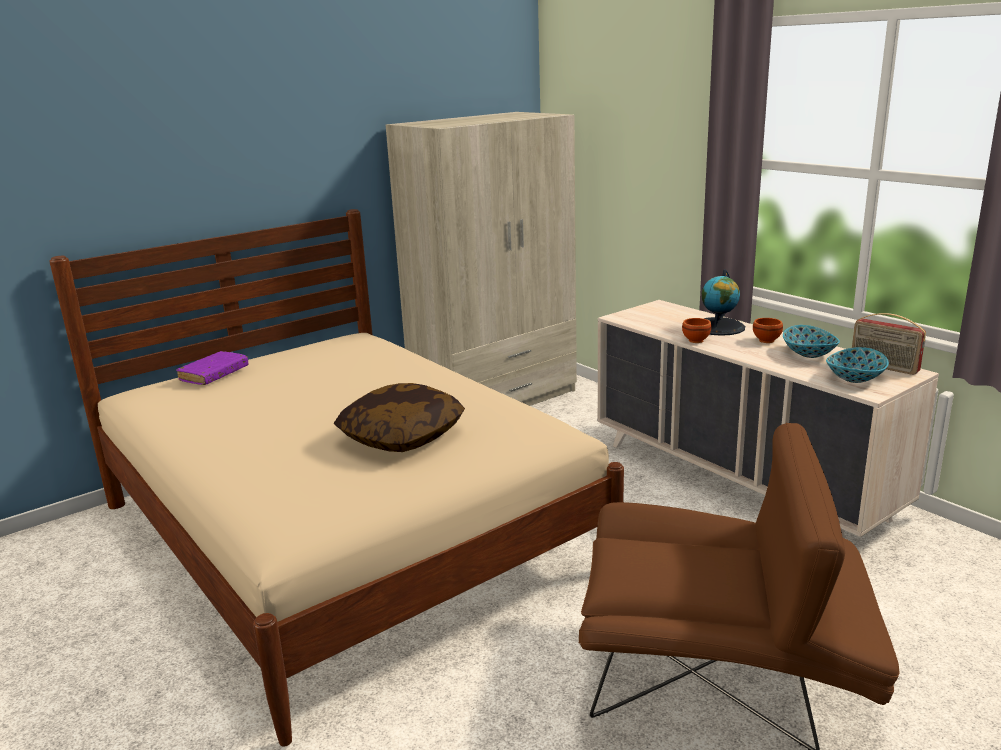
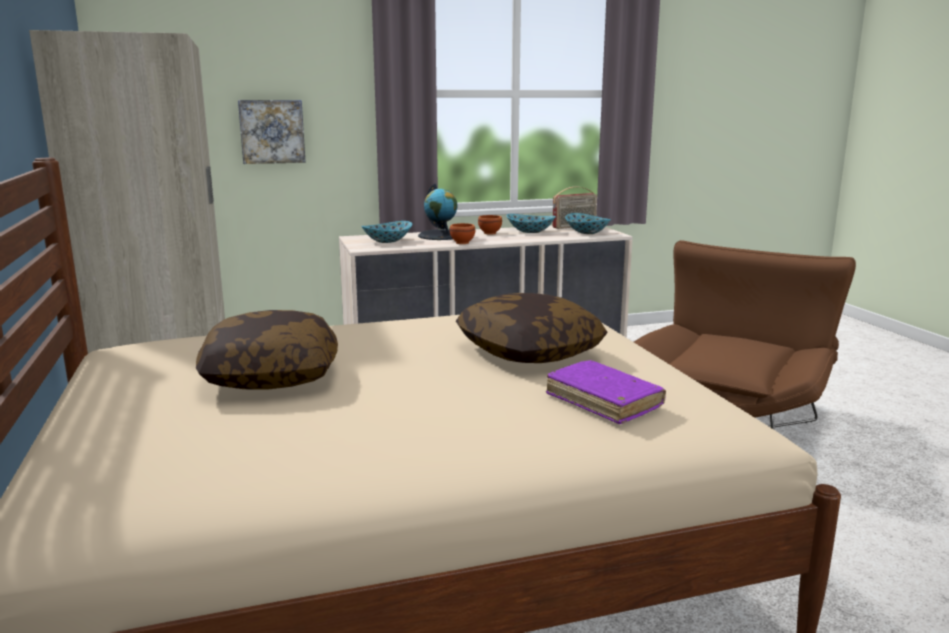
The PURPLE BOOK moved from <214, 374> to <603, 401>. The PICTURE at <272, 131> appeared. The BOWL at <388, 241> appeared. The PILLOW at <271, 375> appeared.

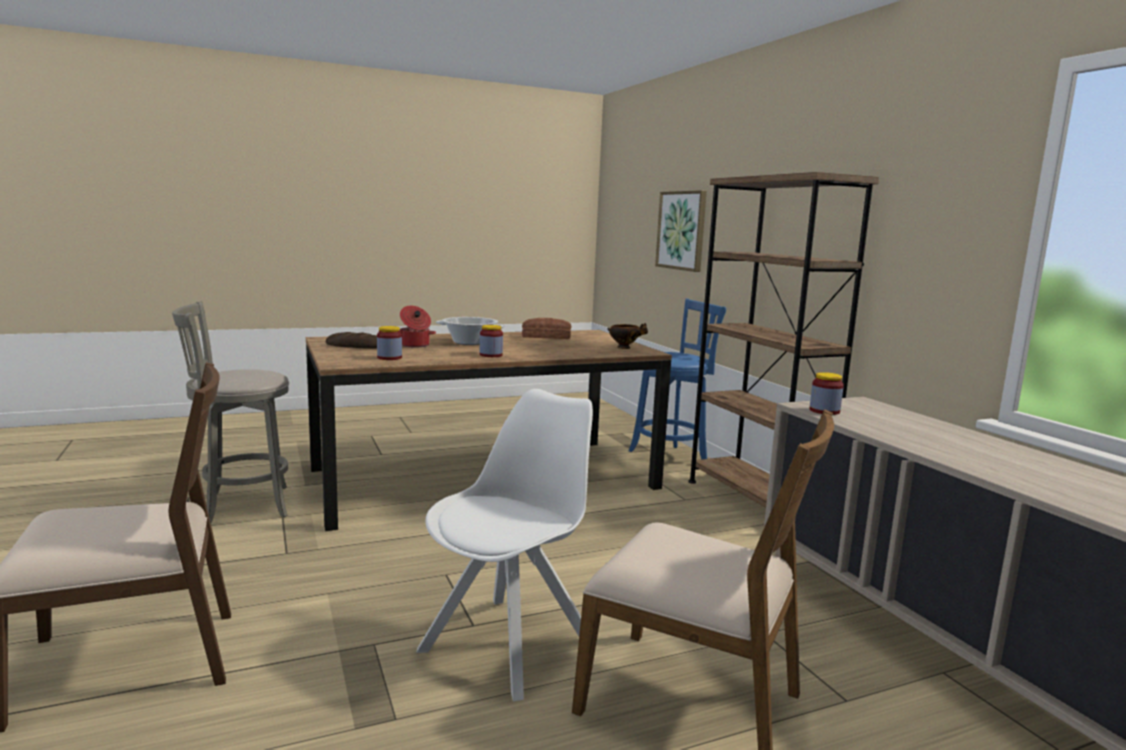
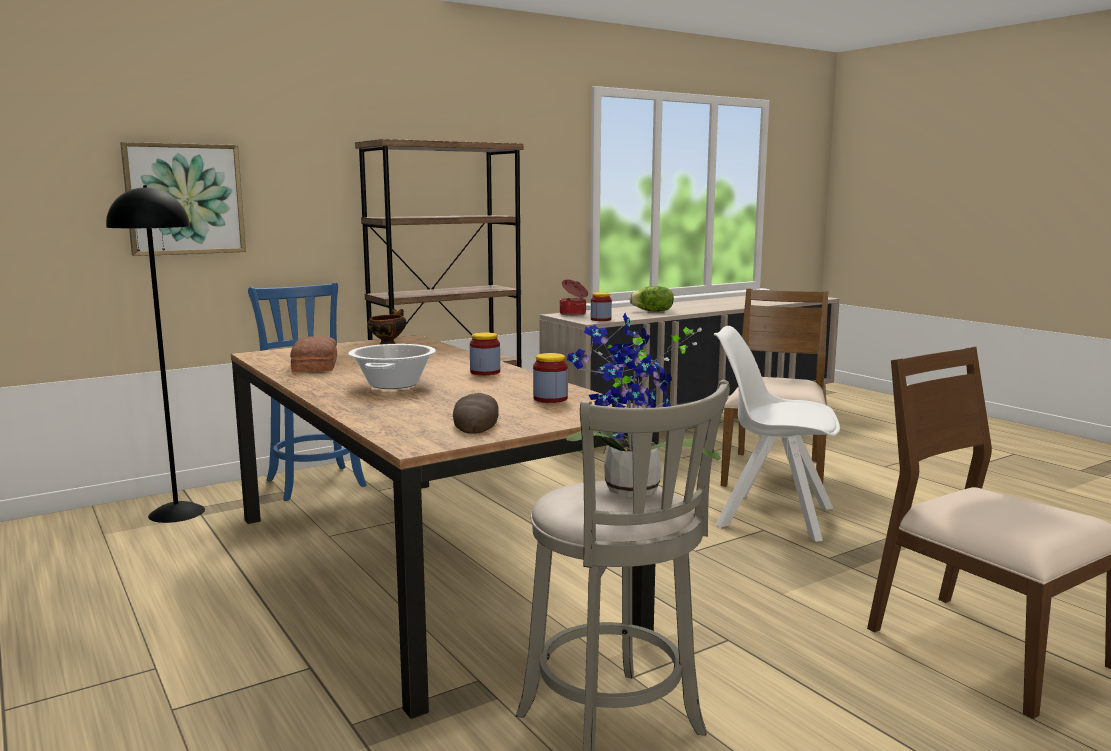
The COOKING POT moved from <415, 345> to <573, 314>. The BLACK FLOOR LAMP at <177, 512> appeared. The LETTUCE at <652, 311> appeared. The POTTED PLANT at <629, 492> appeared.

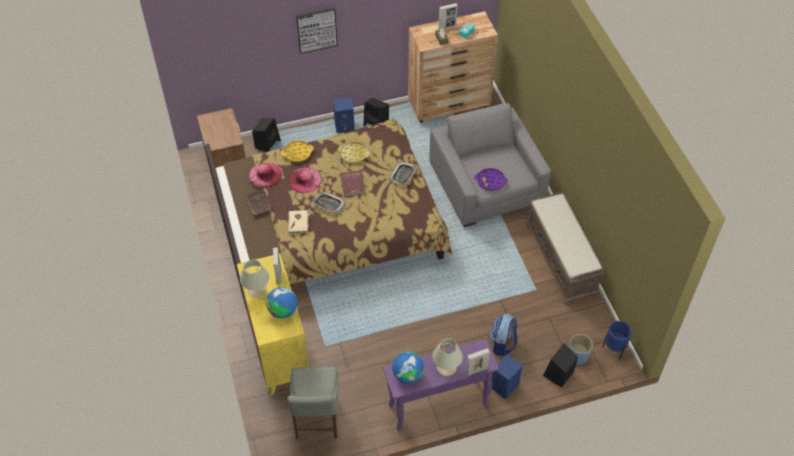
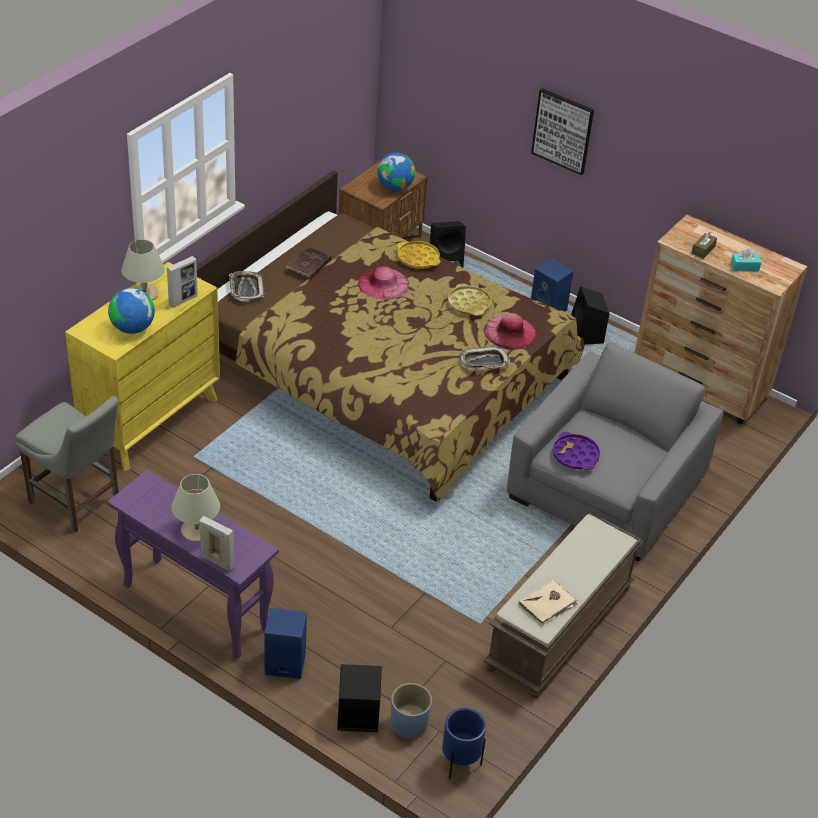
The PICTURE FRAME at <447, 27> disappeared. The PINK HAT moved from <265, 175> to <510, 332>. The RED BOOK at <353, 184> disappeared. The TRAY moved from <328, 204> to <246, 289>. The BEIGE BOOK moved from <298, 222> to <548, 604>. The BACKPACK at <502, 344> disappeared. The GLOBE moved from <407, 375> to <395, 187>. The GREY CHAIR at <316, 421> turned 105 degrees counterclockwise.

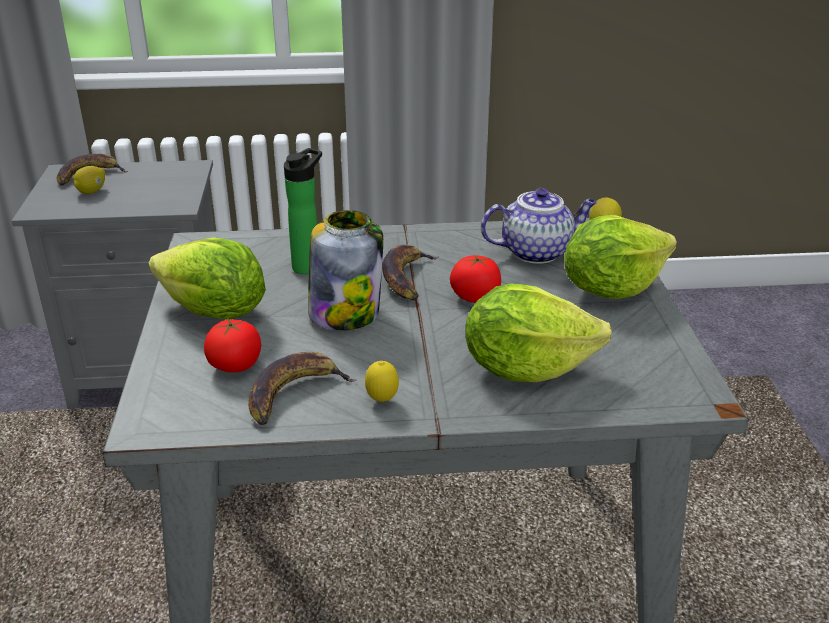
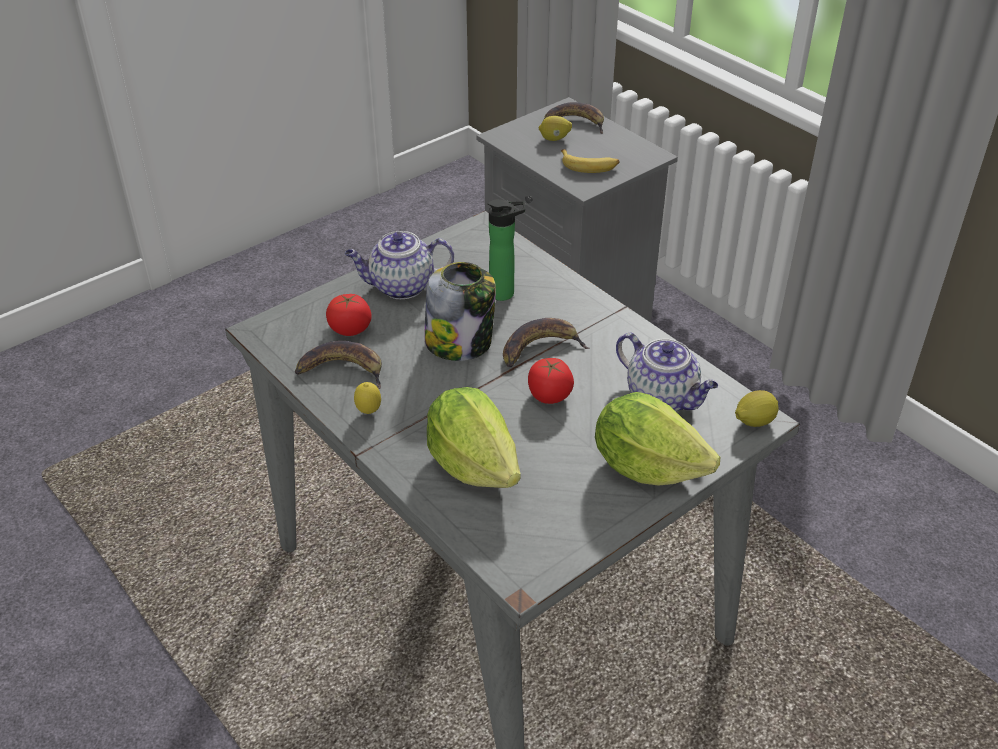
The LETTUCE at <214, 313> was replaced by the TEAPOT at <400, 287>. The BANANA at <589, 166> appeared.

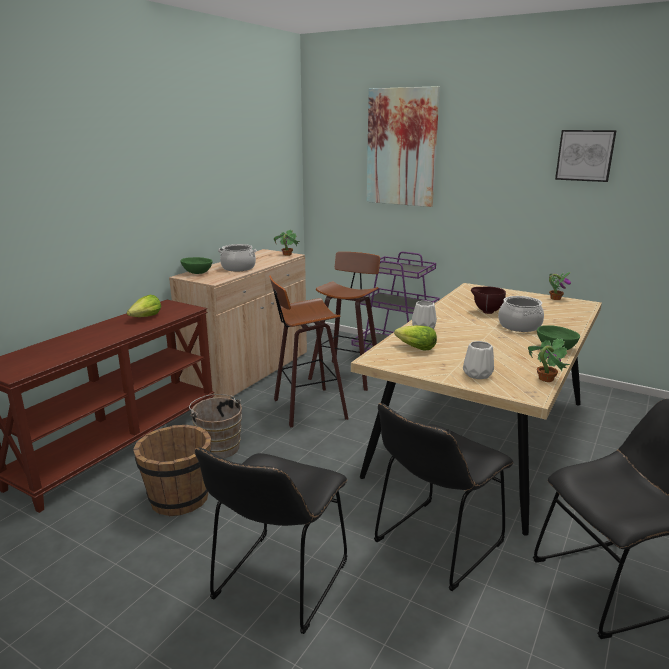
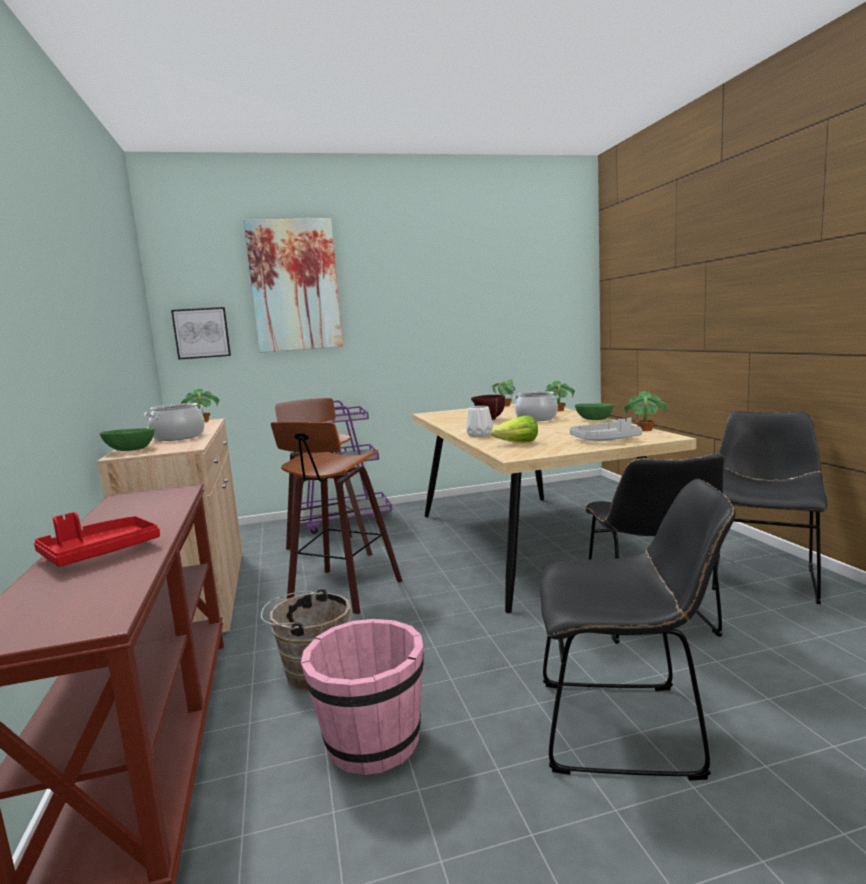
The PICTURE moved from <585, 155> to <201, 333>. The LETTUCE at <146, 317> disappeared. The WHITE VASE at <476, 374> was replaced by the GREY TRAY at <605, 440>. The BROWN BUCKET at <179, 498> became the PINK BUCKET at <371, 742>. The BLACK CHAIR at <278, 585> turned 60 degrees counterclockwise. The POTTED PLANT at <558, 410> appeared. The RED TRAY at <99, 553> appeared.

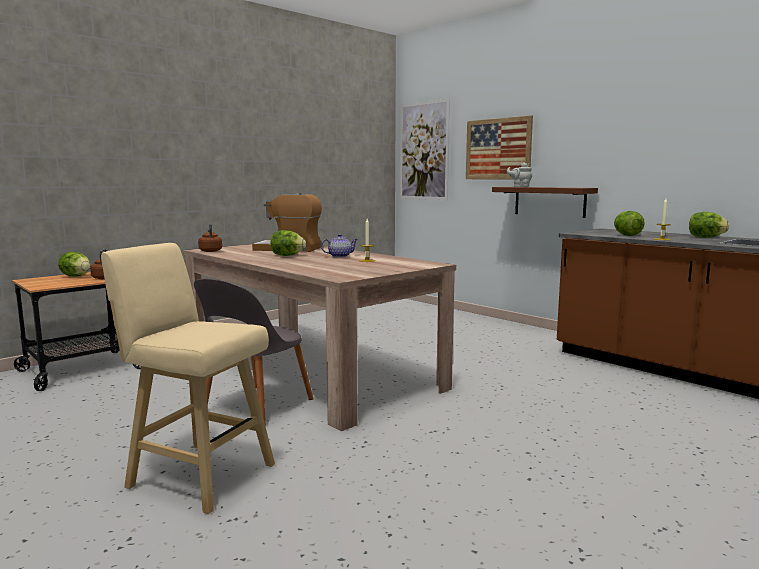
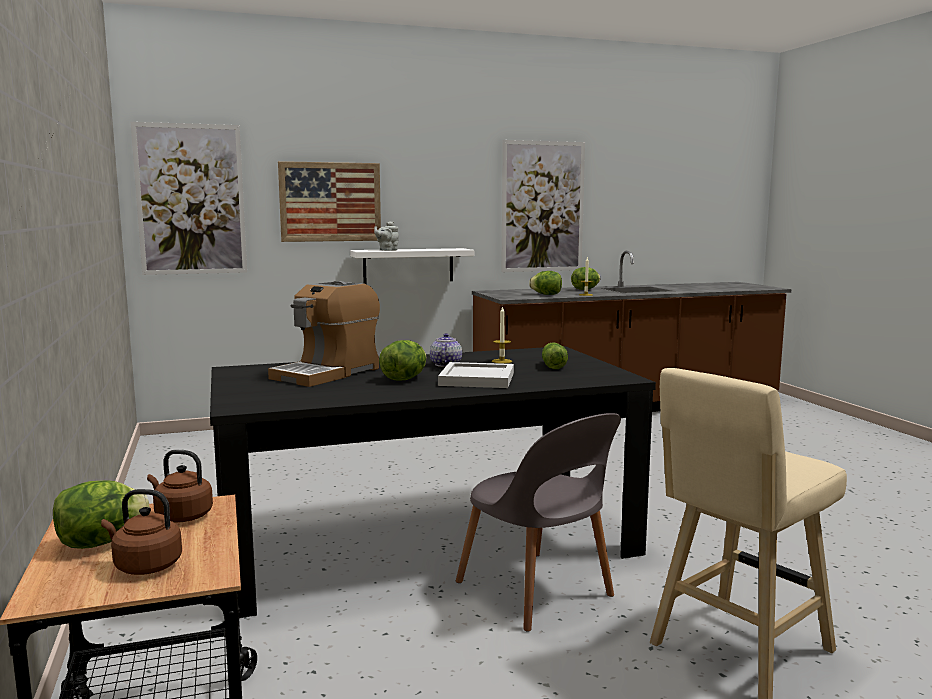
The BROWN SHELF at <549, 201> became the WHITE SHELF at <408, 265>. The BROWN KETTLE moved from <210, 251> to <145, 566>. The BEIGE DINING TABLE at <309, 370> became the BLACK DINING TABLE at <425, 540>. The PICTURE at <542, 207> appeared. The LETTUCE at <553, 366> appeared. The WHITE TRAY at <476, 379> appeared.

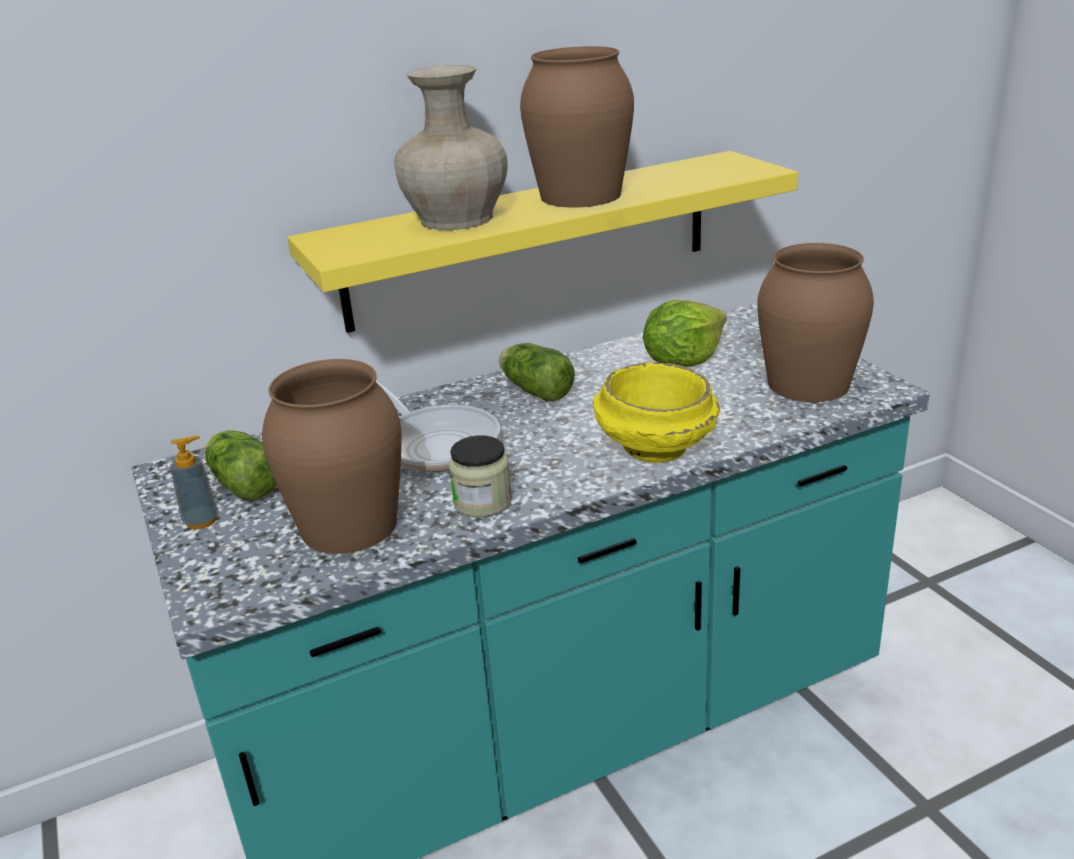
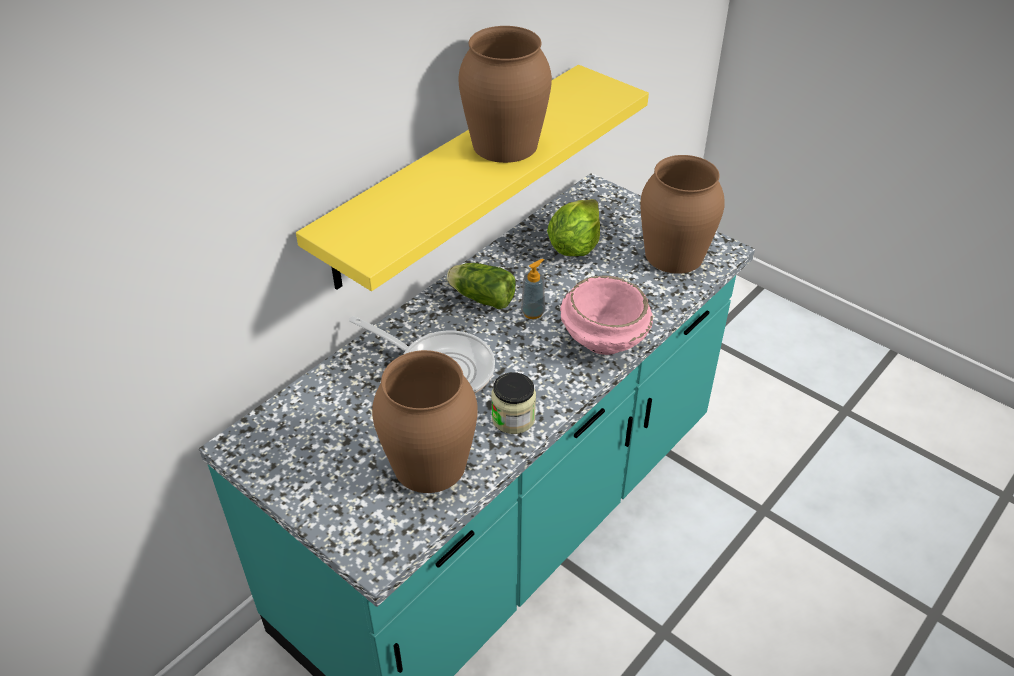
The BEIGE VASE at <455, 219> disappeared. The YELLOW BOWL at <655, 447> became the PINK BOWL at <603, 338>. The LETTUCE at <243, 483> disappeared. The SOAP DISPENSER moved from <201, 521> to <533, 312>.

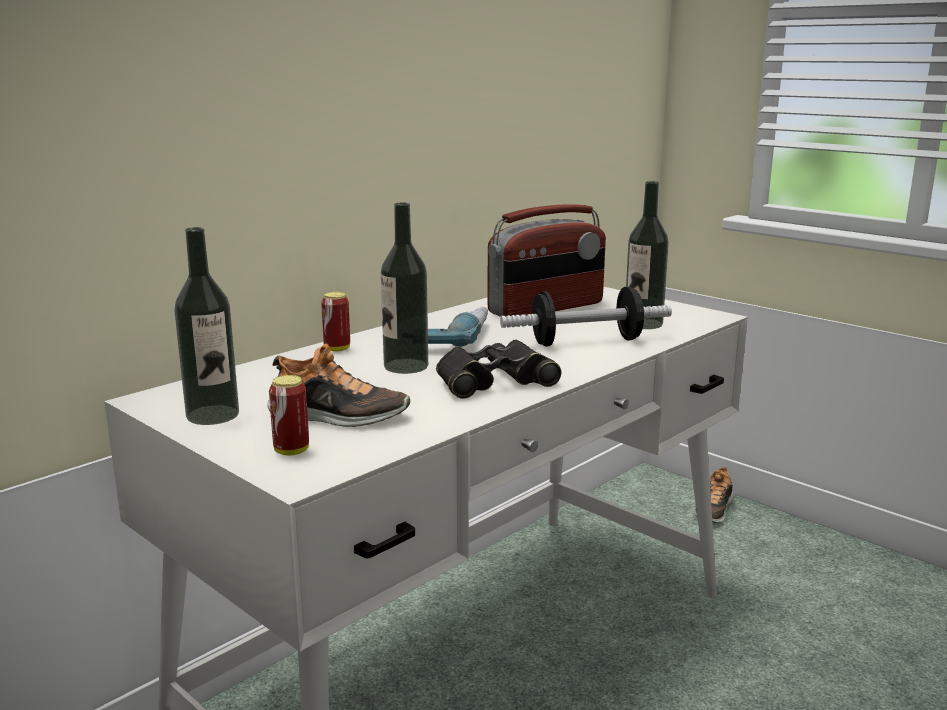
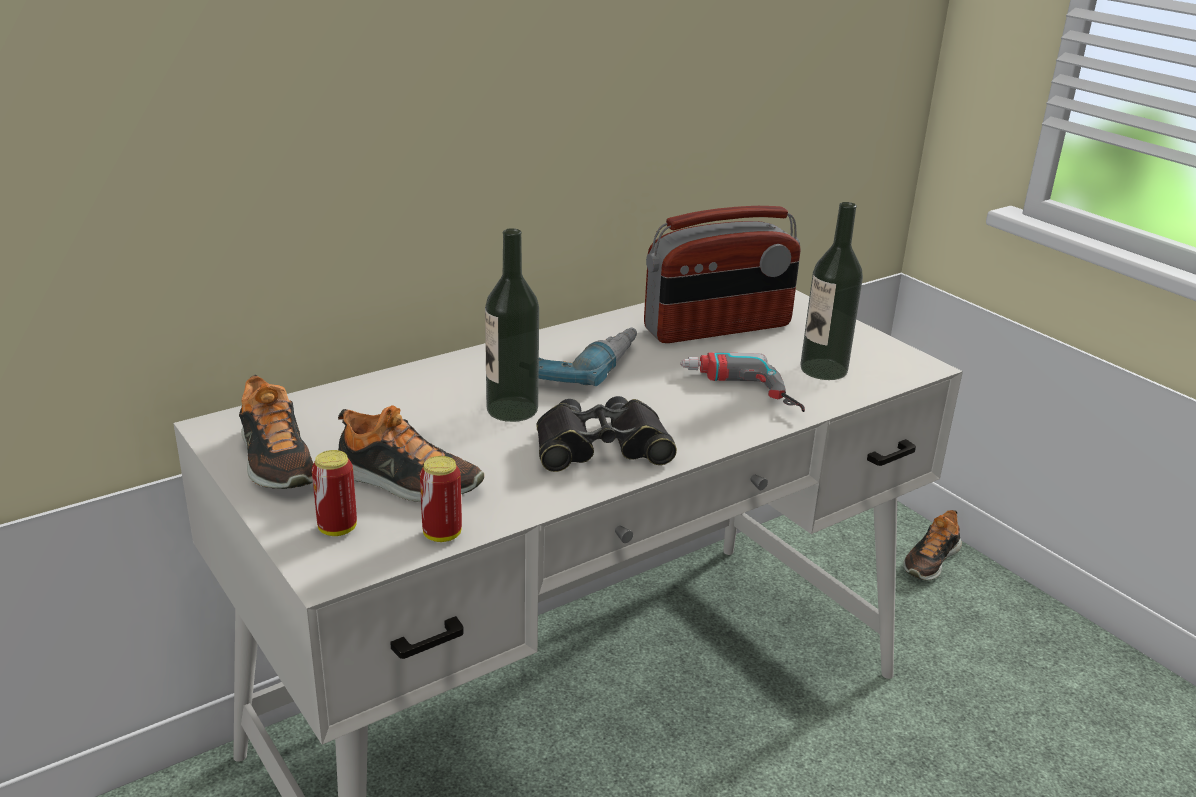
The BOTTLE at <213, 415> was replaced by the SHOE at <276, 461>. The DUMBBELL at <586, 342> was replaced by the POWER DRILL at <739, 393>. The CAN moved from <337, 349> to <442, 534>.

